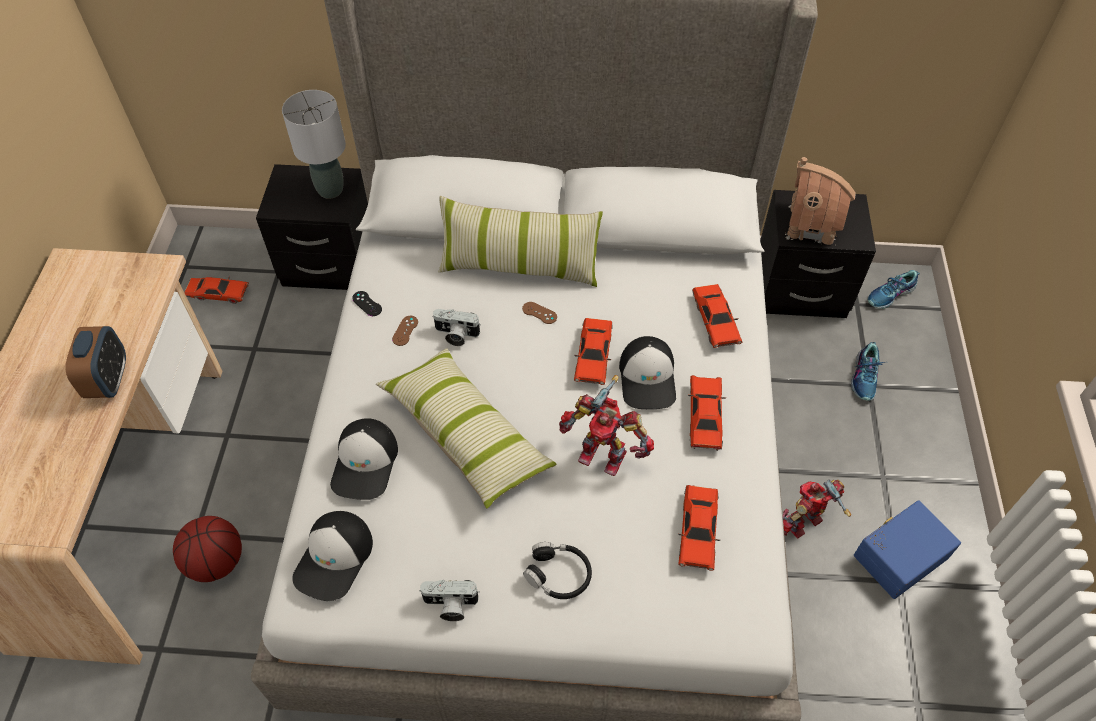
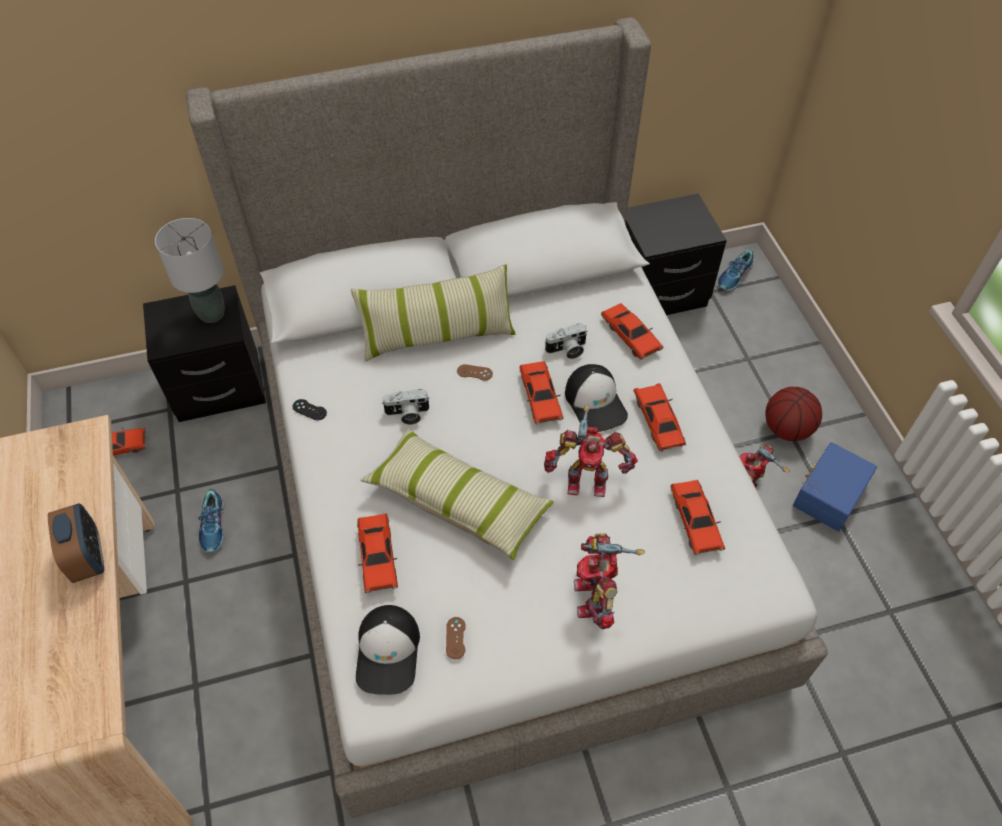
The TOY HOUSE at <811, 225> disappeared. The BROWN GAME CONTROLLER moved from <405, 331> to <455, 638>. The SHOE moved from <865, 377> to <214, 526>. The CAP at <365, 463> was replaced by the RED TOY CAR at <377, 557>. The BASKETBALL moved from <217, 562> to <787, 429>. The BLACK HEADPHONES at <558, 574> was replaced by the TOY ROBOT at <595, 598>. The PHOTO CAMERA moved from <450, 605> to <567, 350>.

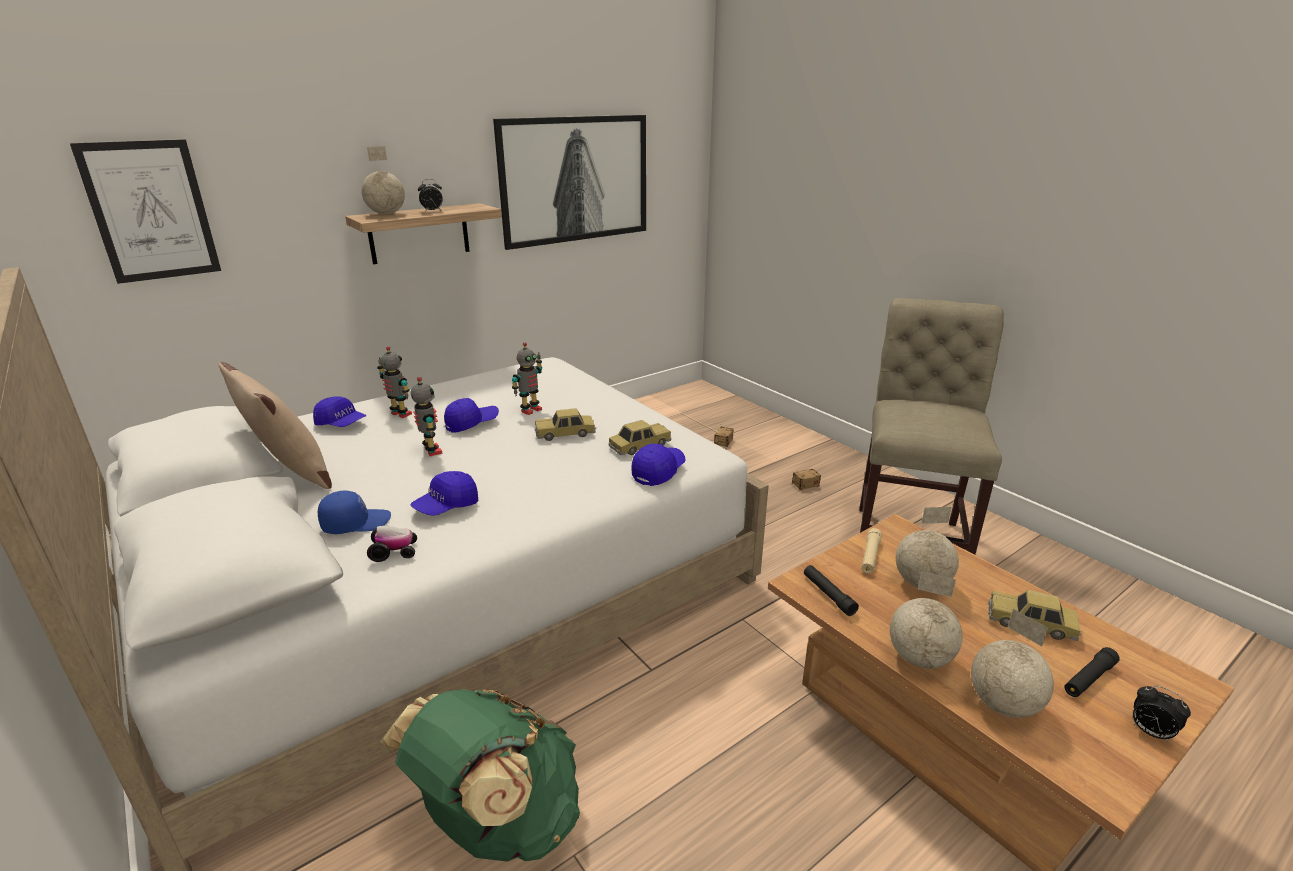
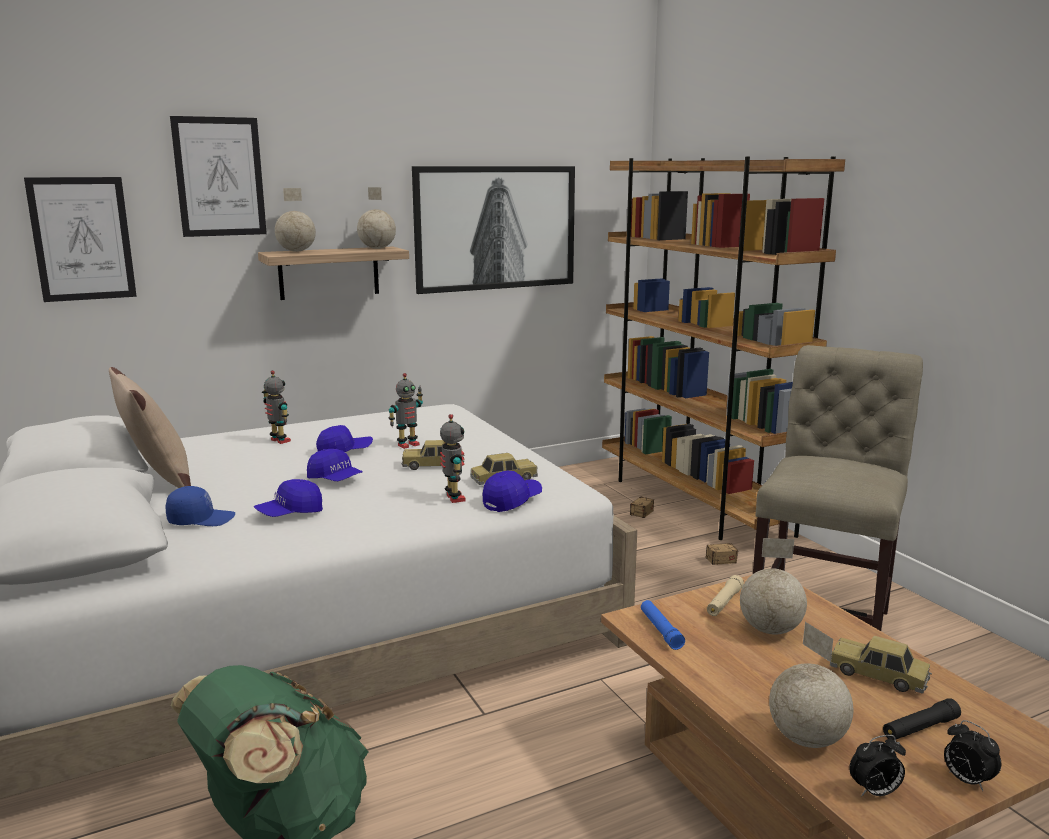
The ALARM CLOCK moved from <432, 211> to <874, 792>. The TOY ROBOT moved from <431, 451> to <453, 498>. The BLUE CAP moved from <341, 424> to <335, 479>. The TOY CAR at <394, 552> disappeared. The BLACK FLASHLIGHT at <828, 595> became the BLUE FLASHLIGHT at <660, 630>. The GLOBE moved from <918, 657> to <377, 248>. The PICTURE at <219, 177> appeared. The BROWN BOOKCASE at <694, 502> appeared.

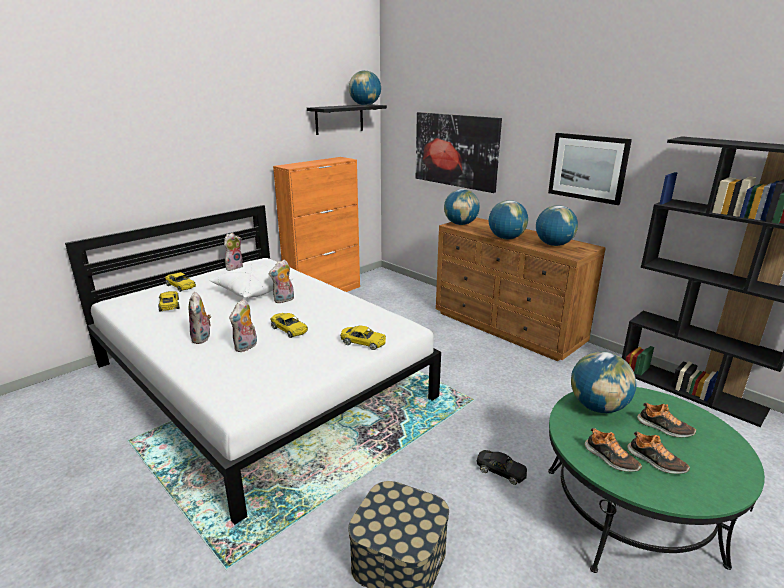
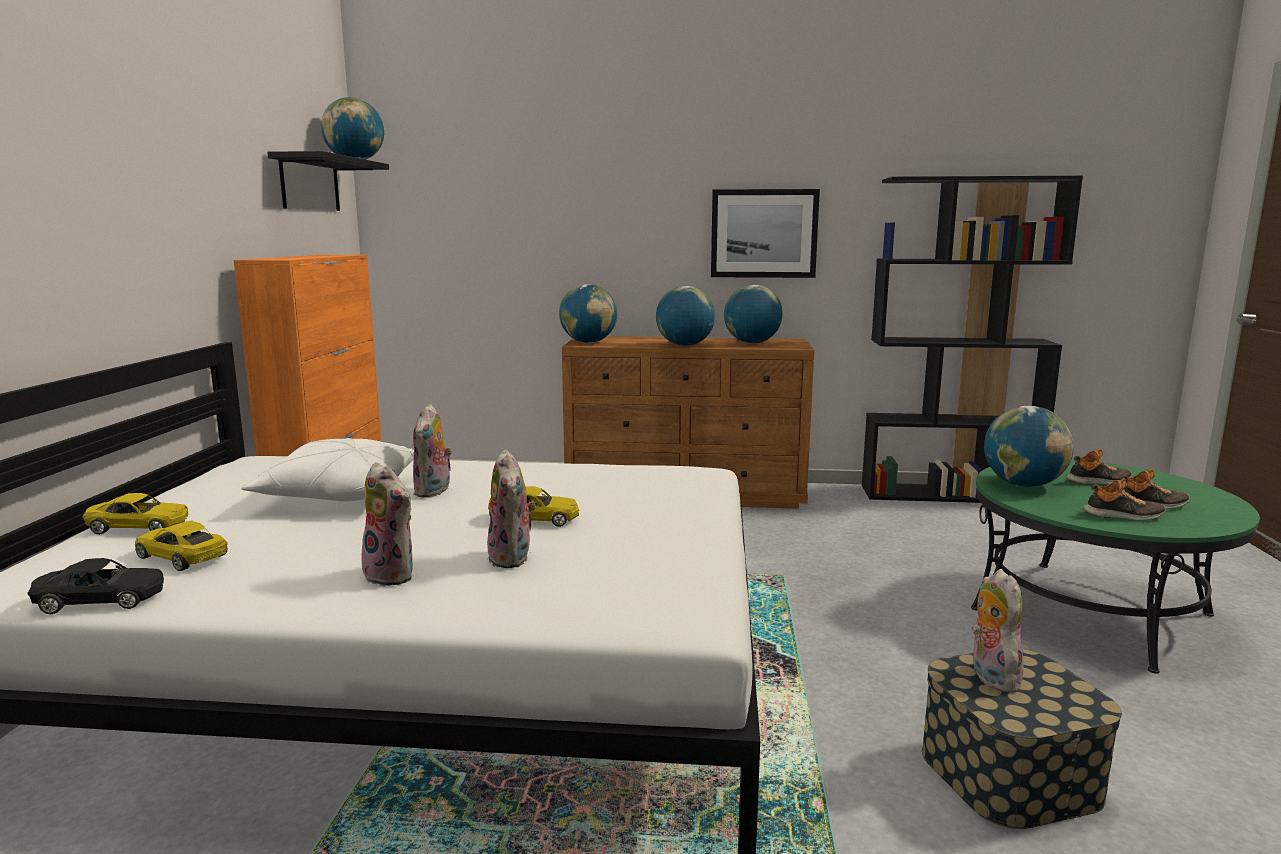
The PICTURE at <456, 150> disappeared. The PLUSH TOY moved from <234, 267> to <990, 676>. The YELLOW TOY CAR at <363, 342> disappeared. The BLACK TOY CAR moved from <501, 471> to <101, 600>.

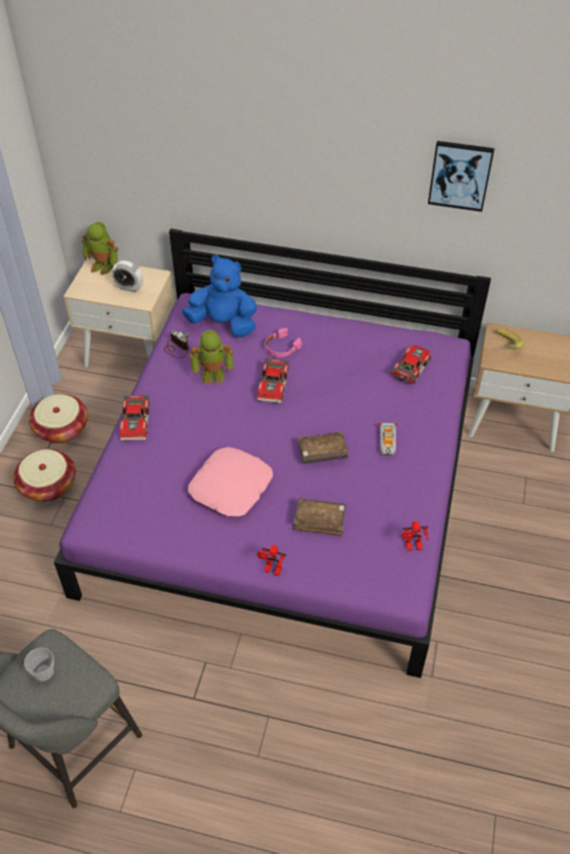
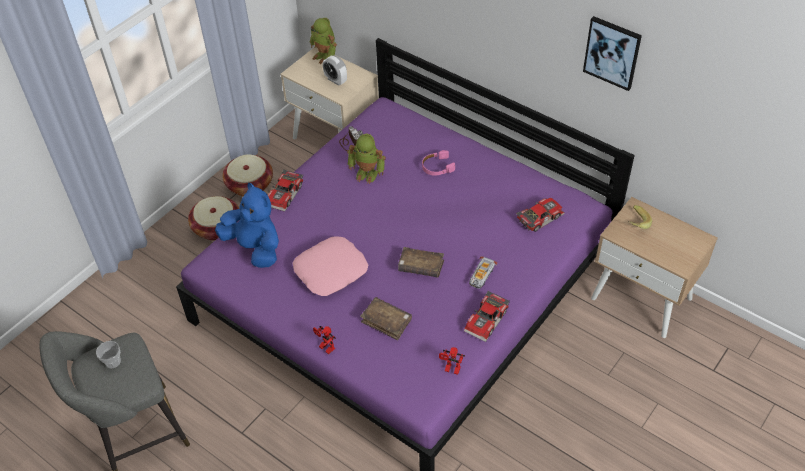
The BLUE PLUSH TOY moved from <223, 324> to <255, 248>. The TOY CAR moved from <274, 385> to <488, 321>.

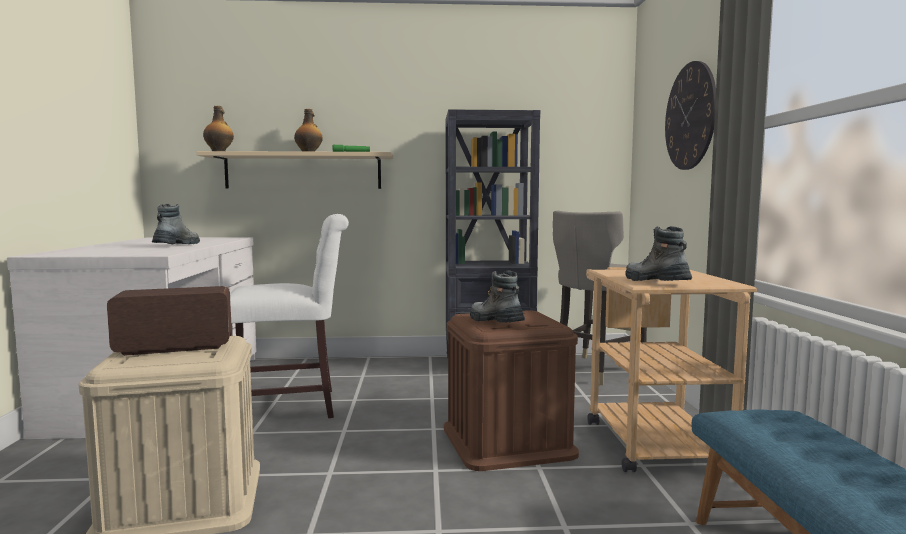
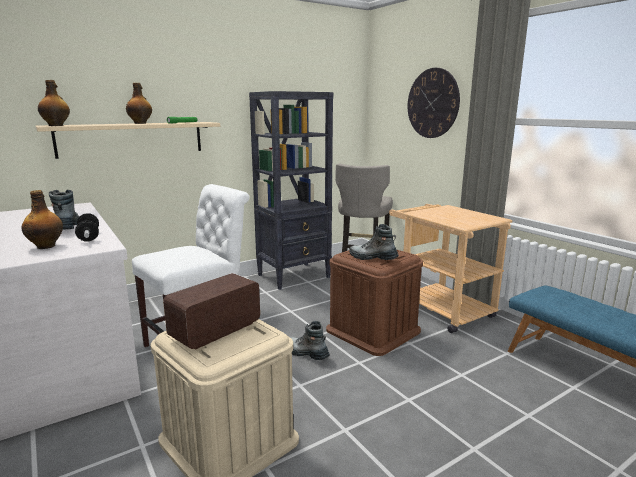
The BOOT moved from <655, 281> to <306, 353>. The BOTTLE at <46, 246> appeared. The DUMBBELL at <89, 236> appeared.

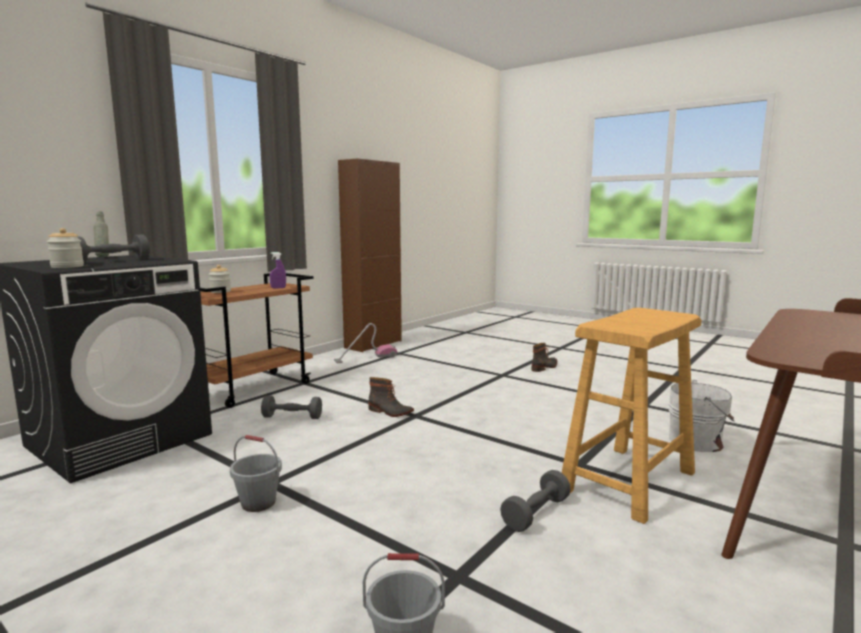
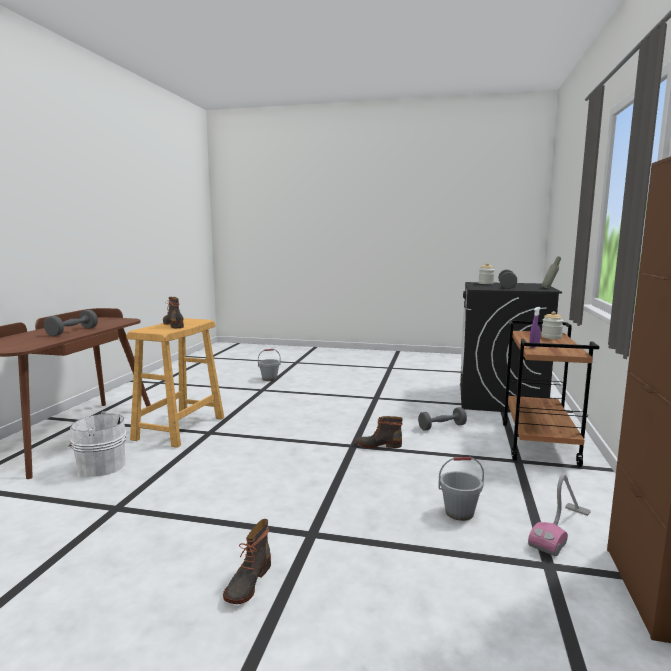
The GREY BUCKET moved from <258, 503> to <459, 513>. The GREY DUMBBELL moved from <536, 513> to <72, 332>. The BOOT at <174, 324> appeared.

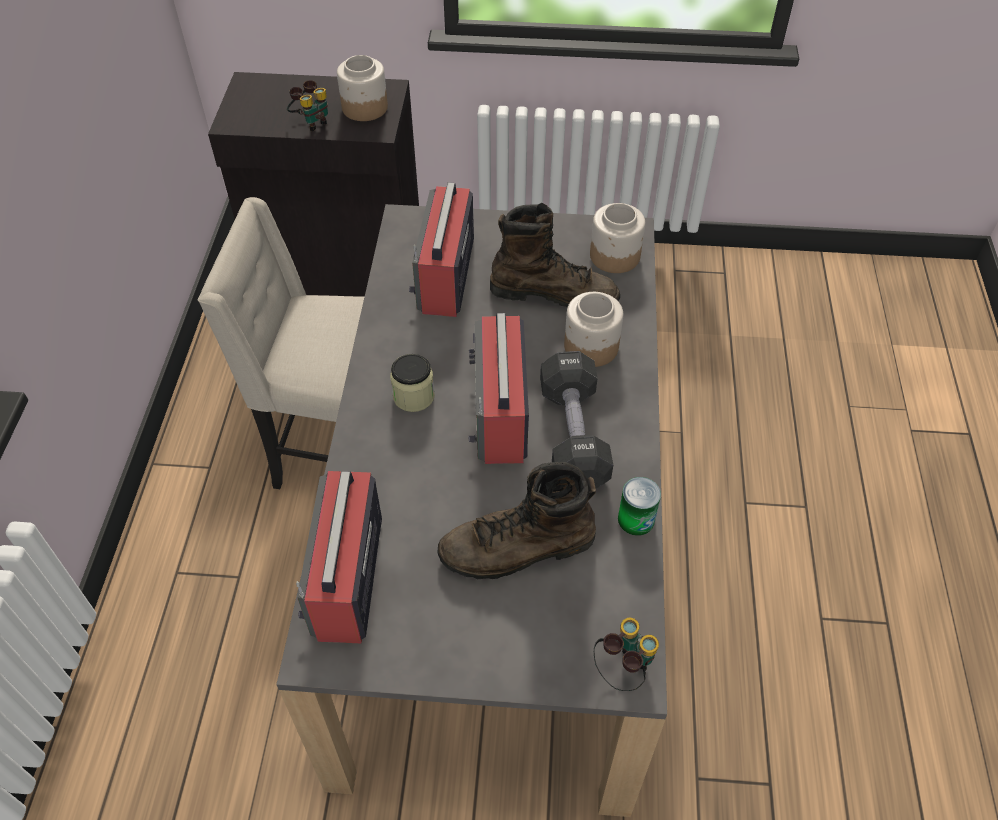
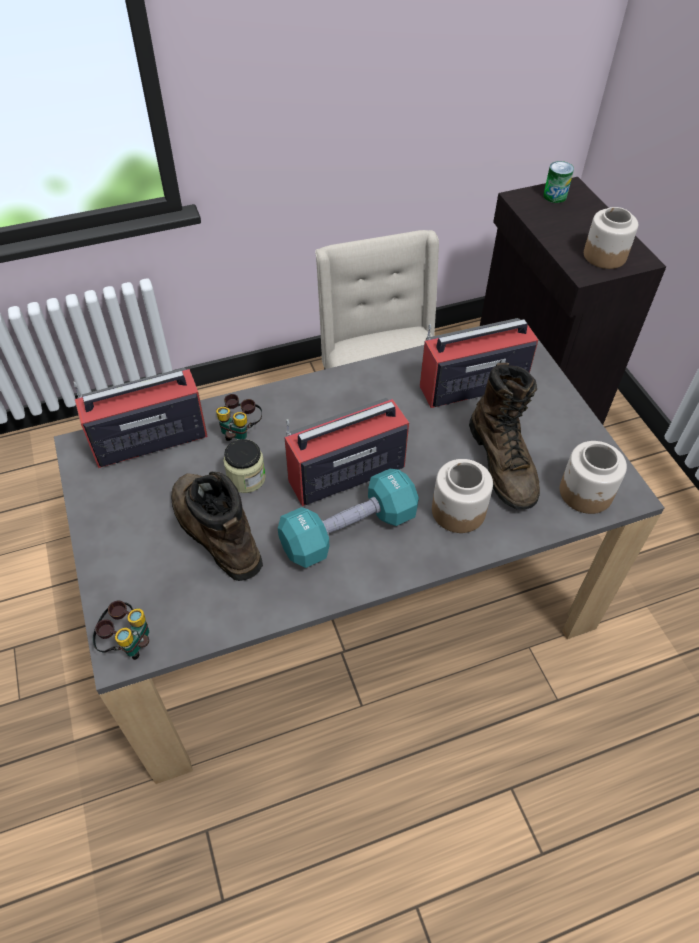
The BINOCULARS moved from <311, 122> to <241, 433>. The BLACK DUMBBELL at <573, 436> became the TURQUOISE DUMBBELL at <349, 531>. The JAR moved from <413, 396> to <246, 478>. The CAN moved from <636, 519> to <554, 196>.

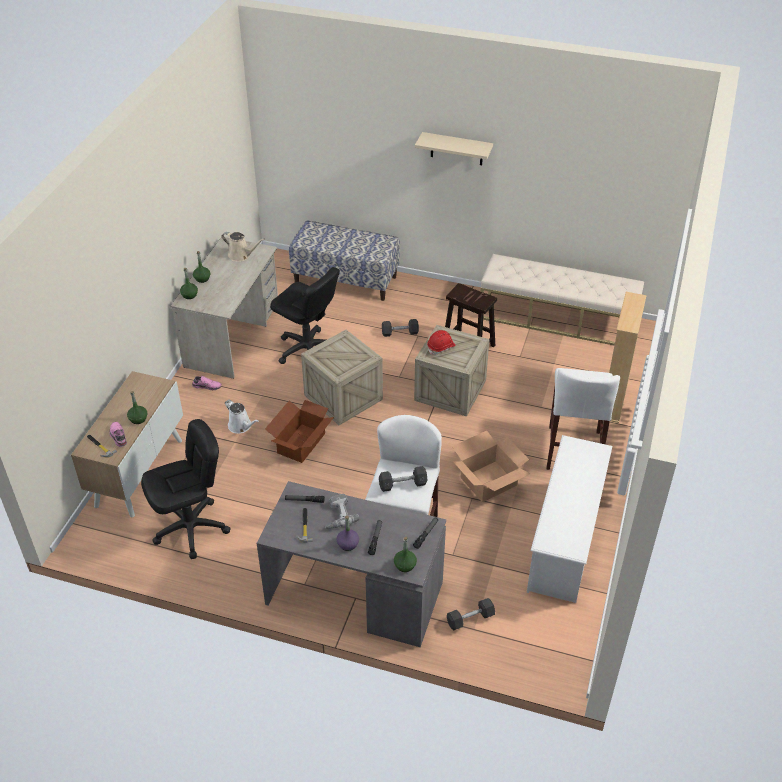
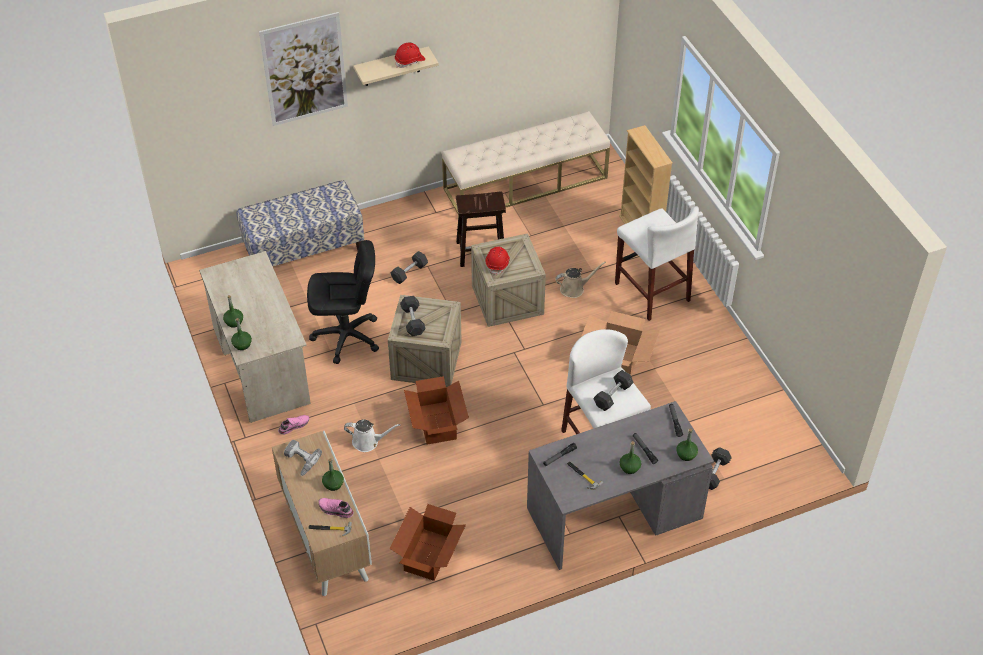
The BEIGE WATERING CAN moved from <241, 255> to <574, 288>. The BLACK OFFICE CHAIR at <191, 528> was replaced by the CARDBOARD BOX at <429, 554>. The WHITE SHOE RACK at <565, 540> disappeared. The POWER DRILL moved from <337, 515> to <300, 460>. The PURPLE BOTTLE at <348, 544> became the GREEN BOTTLE at <630, 467>. The PICTURE at <304, 69> appeared. The RED HARD HAT at <410, 61> appeared. The GREY DUMBBELL at <413, 321> appeared.

